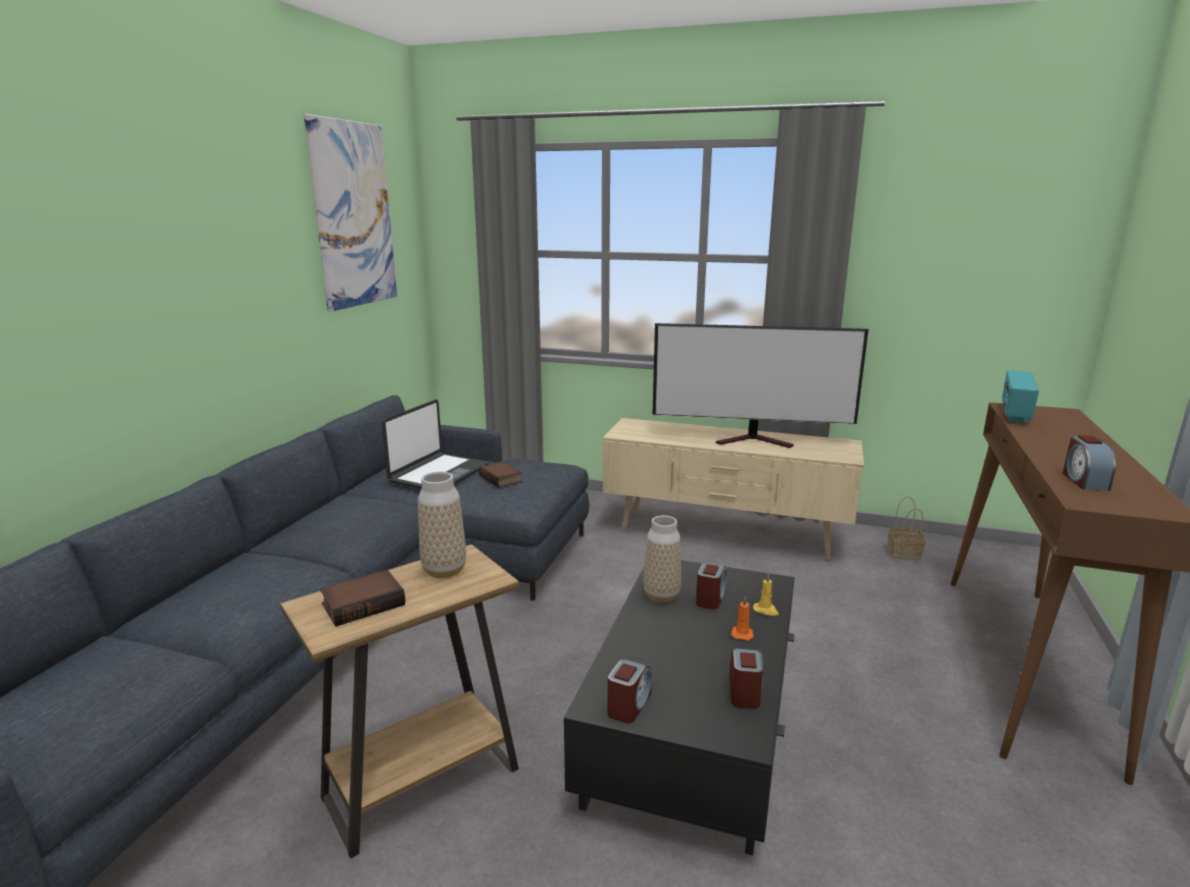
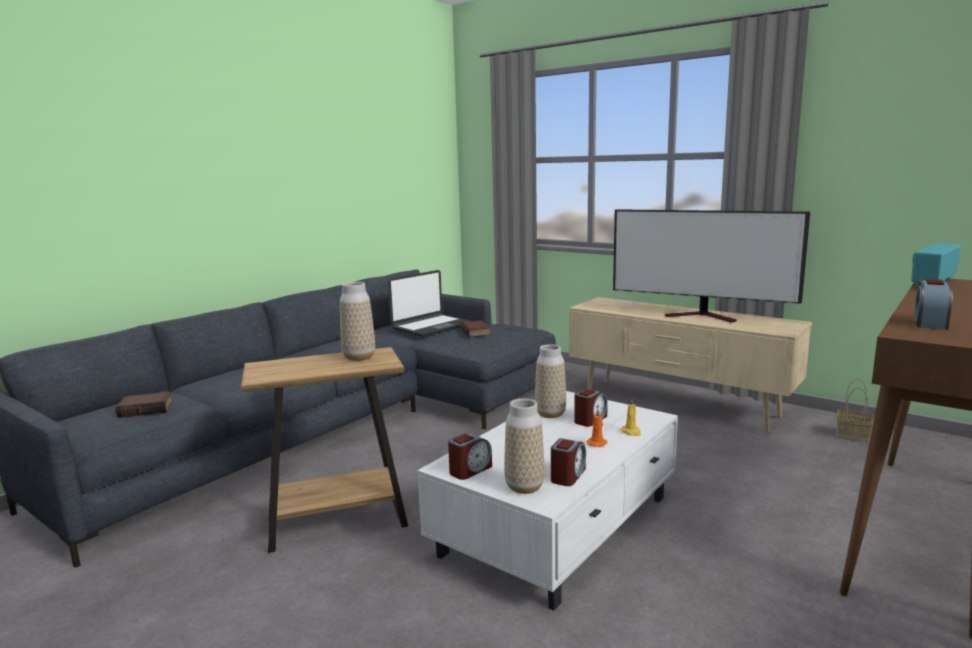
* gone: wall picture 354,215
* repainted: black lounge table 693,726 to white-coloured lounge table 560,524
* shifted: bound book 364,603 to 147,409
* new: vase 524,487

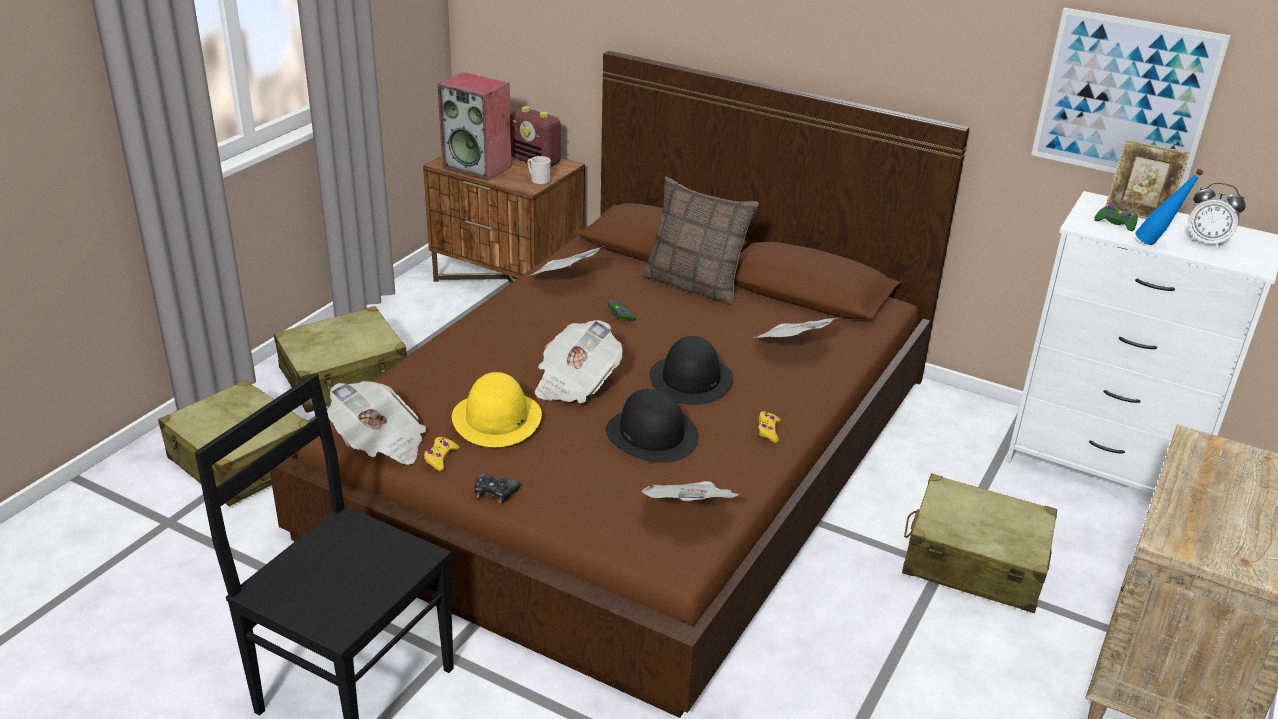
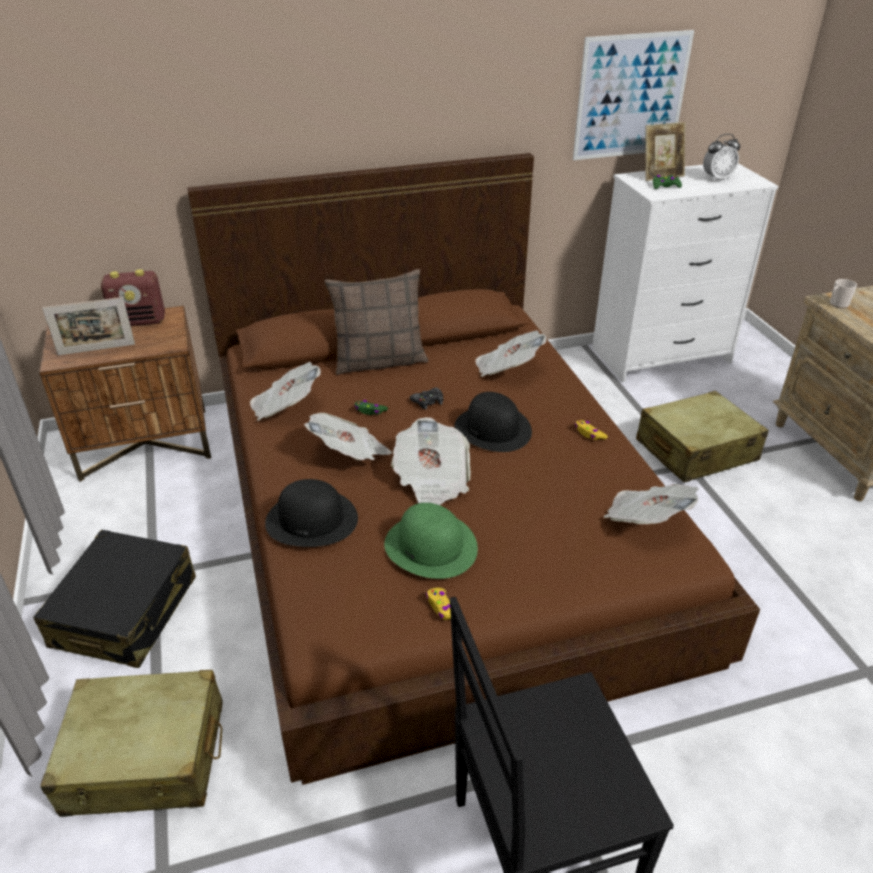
* swapped: audio speaker 478,167 to standing frame 96,349
* shifted: tea mug 538,181 to 837,304
* gone: blue beverage bottle 1156,245
* repainted: sand-coloured travel case 345,377 to black travel case 126,612
* repainted: yellow-coloured wearable hat 497,418 to greenish wearable hat 431,546
* shifted: daily paper 380,443 to 350,454
* shifted: black wearable hat 652,434 to 312,519
* shifted: black gamepad 495,492 to 428,402

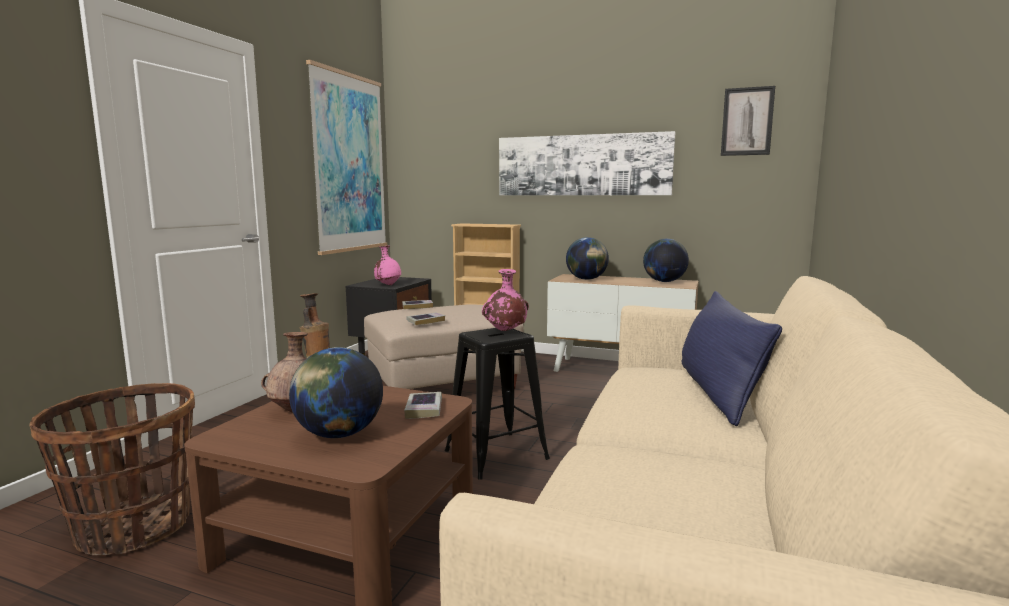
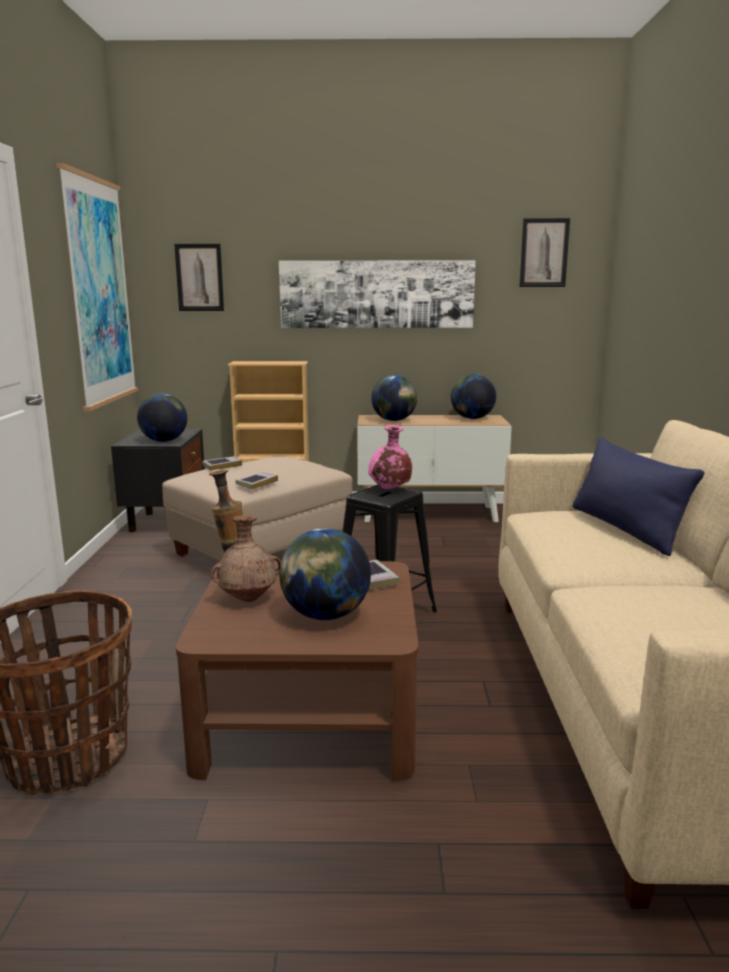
* swapped: pinkish vase 388,285 to world globe 164,441
* new: wall picture 199,277

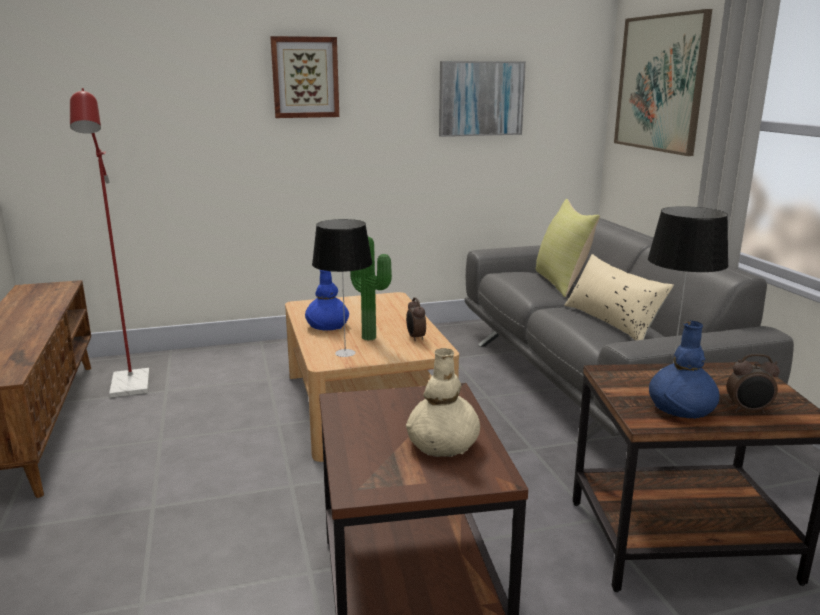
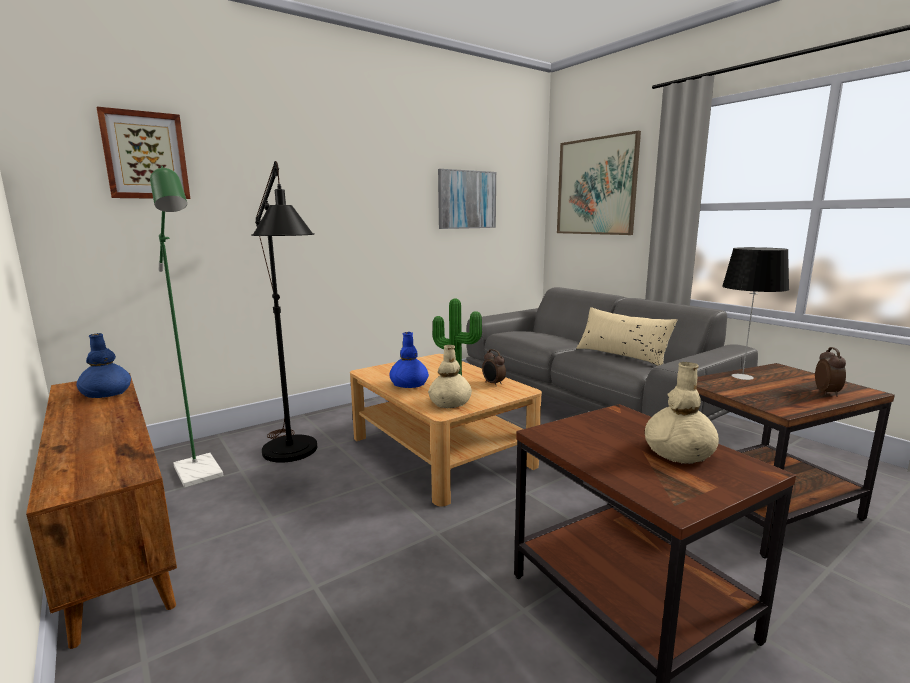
* shifted: wall picture 305,77 to 145,156
* repainted: red-coloured standard lamp 130,388 to greenish standard lamp 201,475
* gone: yellow-coloured pillow 562,283
* swapped: lamp for a table 344,353 to sand-coloured vase 450,403
* shifted: blue vase 681,408 to 106,393
* rotated: table clock 748,410 = 827,393 60 degrees counterclockwise
* new: black standard lamp 293,456

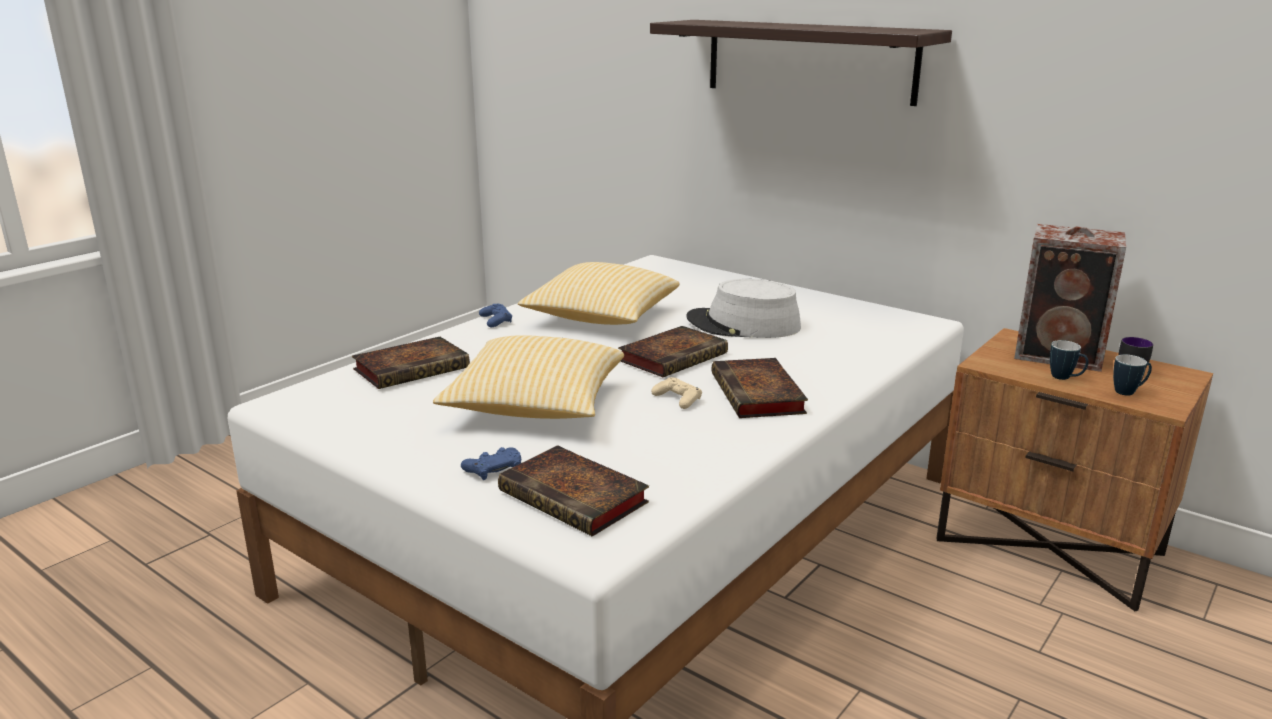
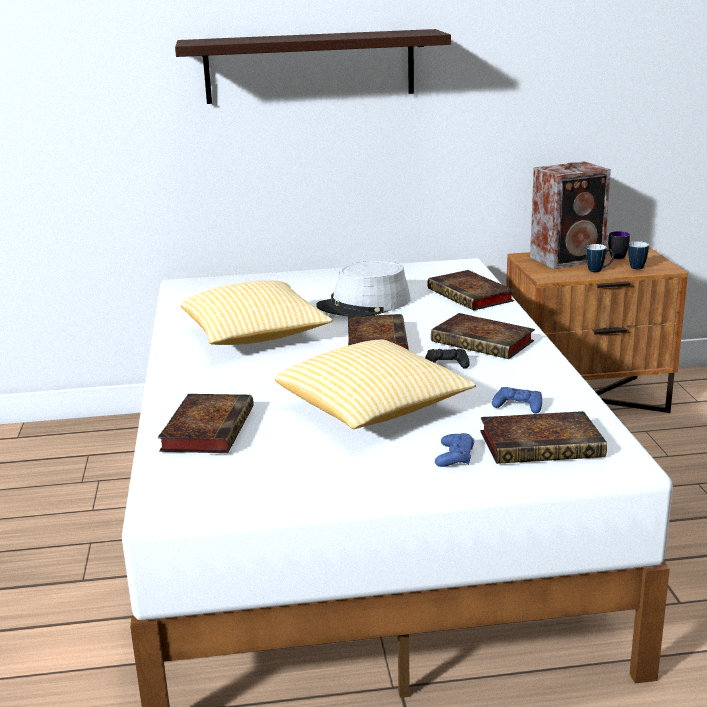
* shifted: blue gamepad 496,320 to 518,406
* repainted: sand-coloured gamepad 678,399 to black gamepad 446,364
* new: bound book 472,296

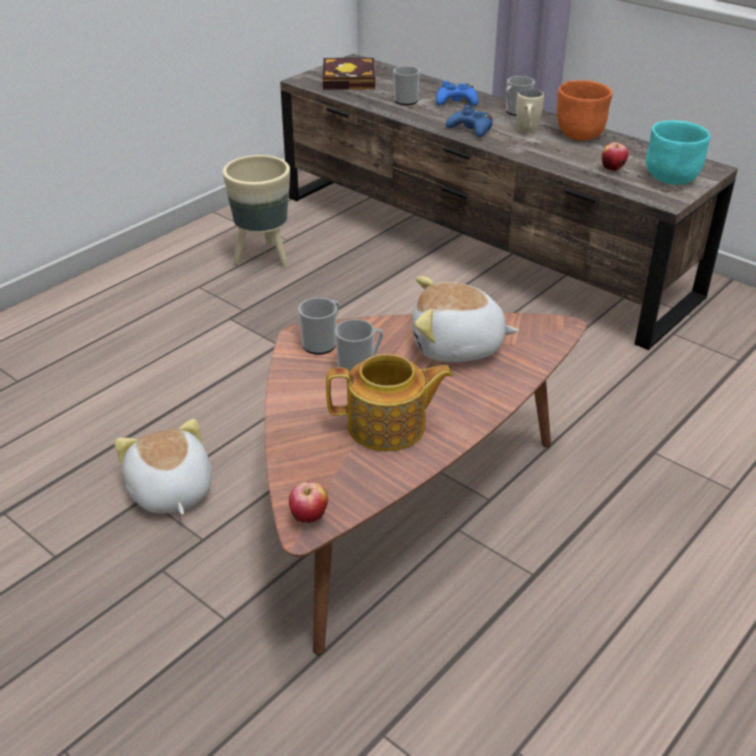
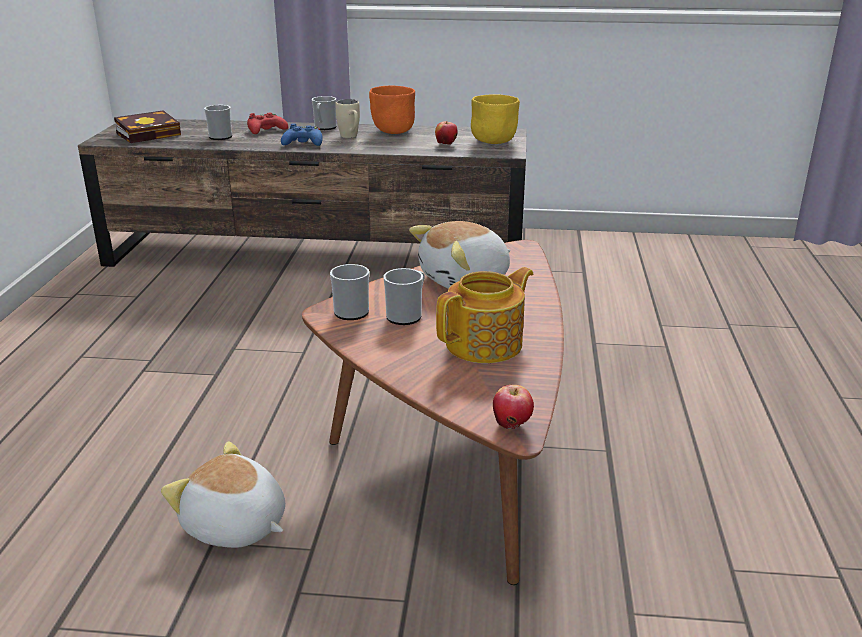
* repainted: blue gamepad 456,102 to red-coloured gamepad 266,130
* repainted: blue-green deep dish 671,180 to yellow-coloured deep dish 494,142
* gone: sand-coloured flower pot 264,258

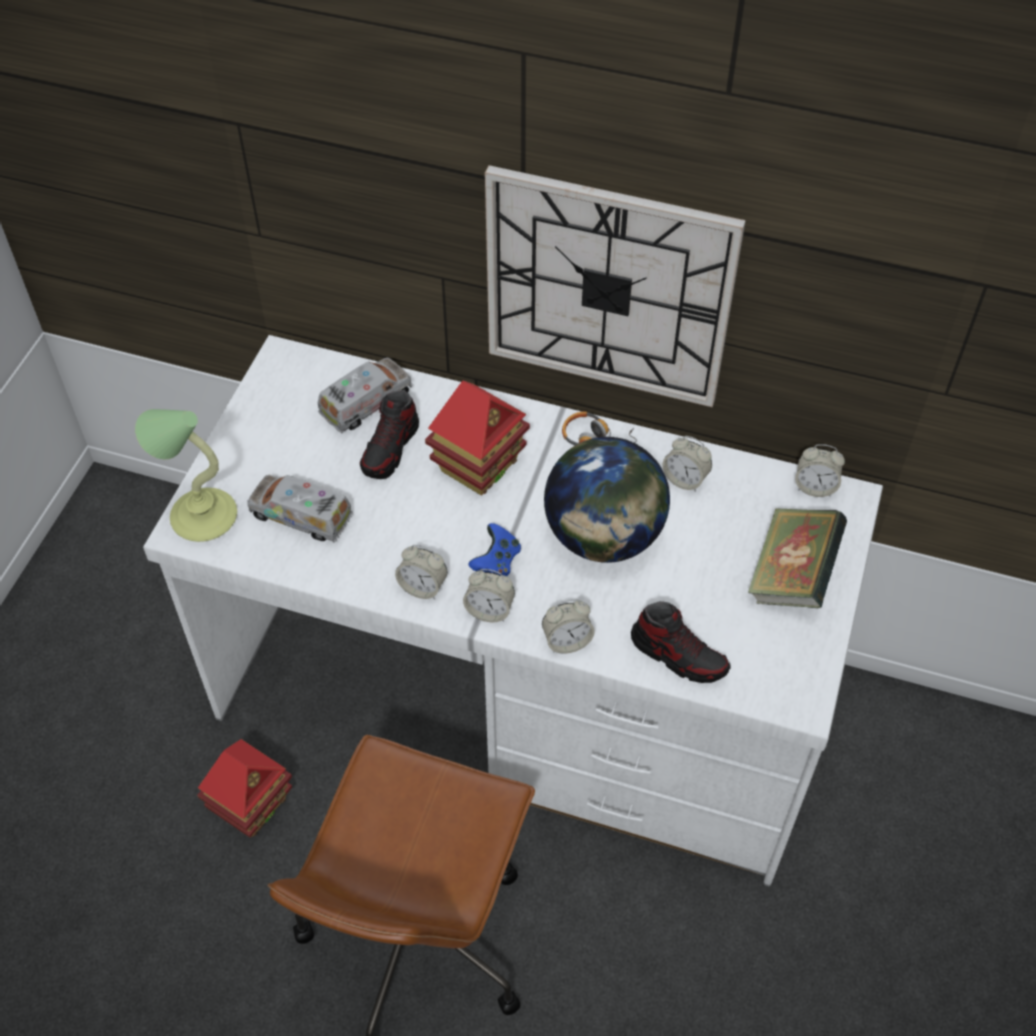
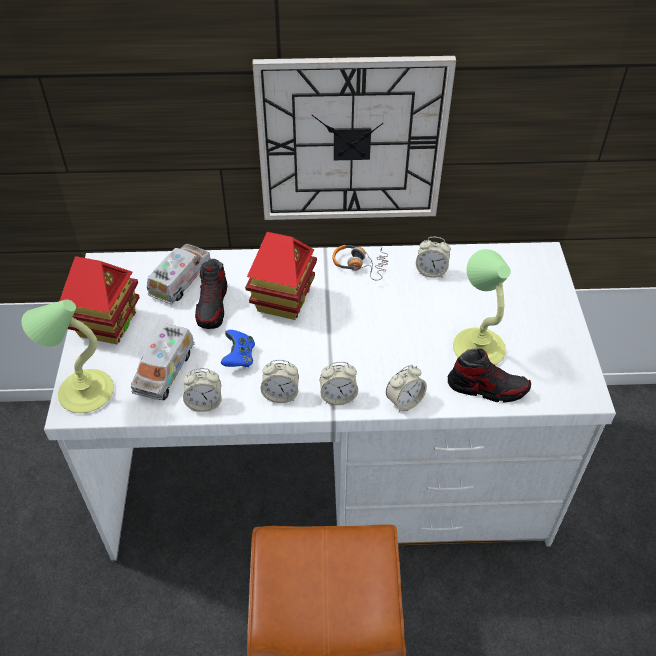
* gone: world globe 603,536
* shifted: table clock 815,487 to 204,403
* rotated: toy truck 301,516 = 165,371 75 degrees counterclockwise
* gone: bound book 791,576
* shifted: blue gamepad 496,561 to 239,357
* shifted: model house 252,805 to 108,324
* new: lamp for a table 478,347

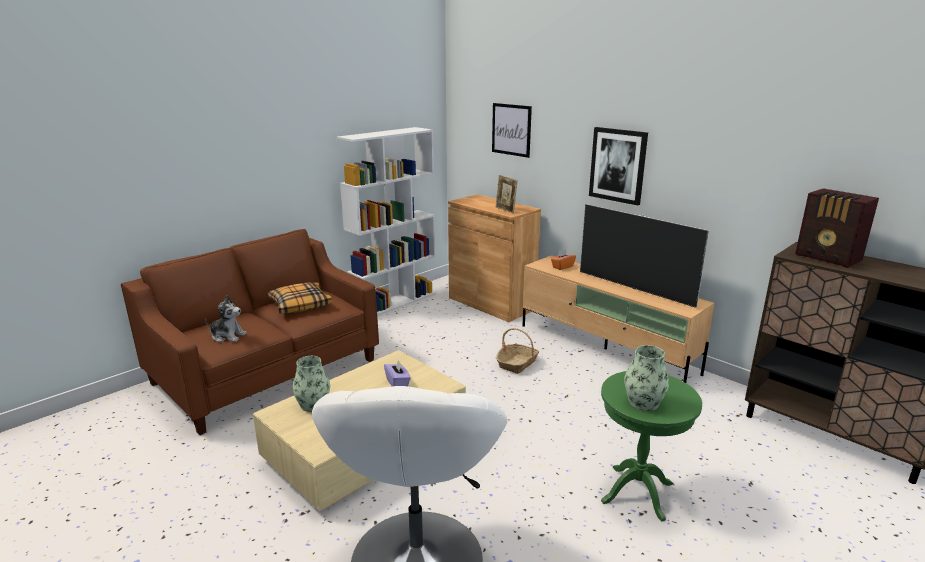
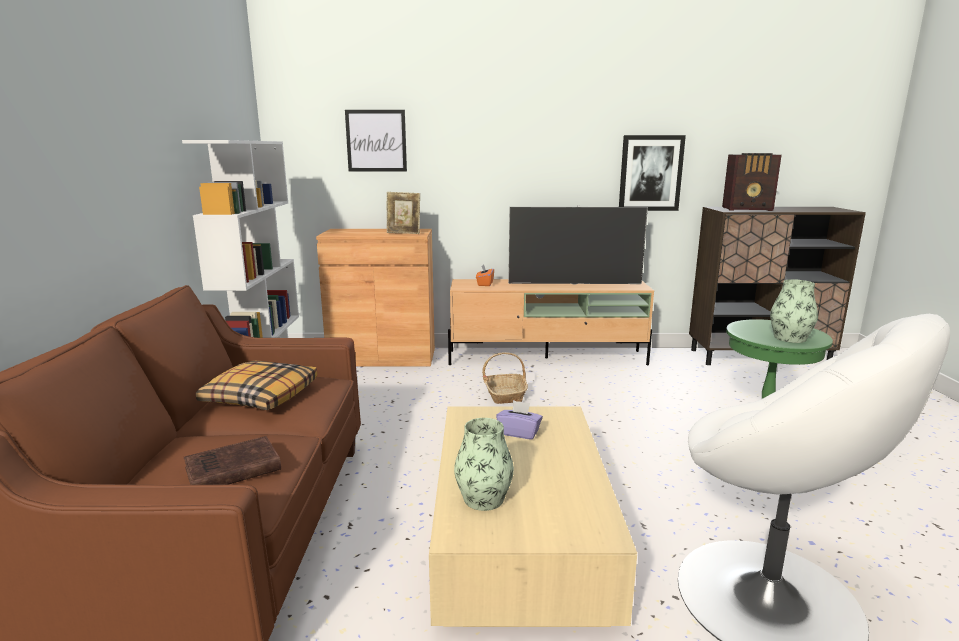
* shifted: wall picture 618,165 to 650,173
* swapped: plush toy 228,336 to brownish bound book 230,470

